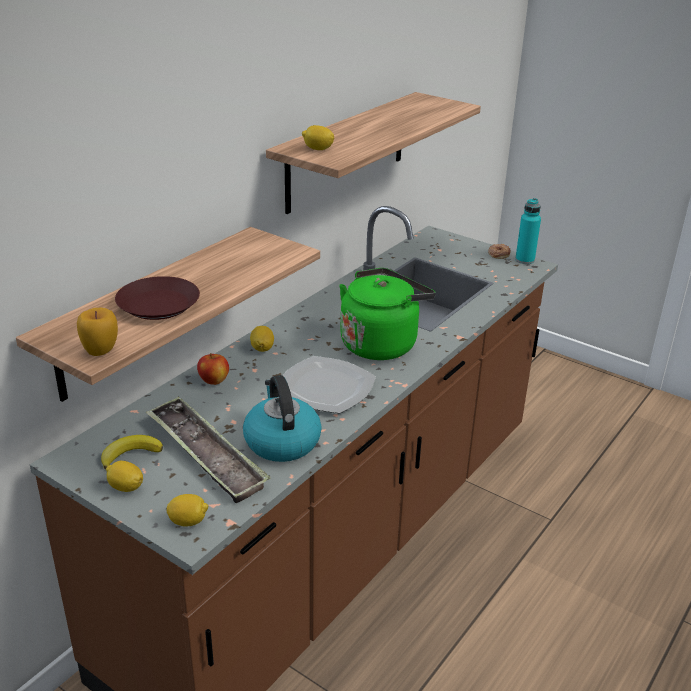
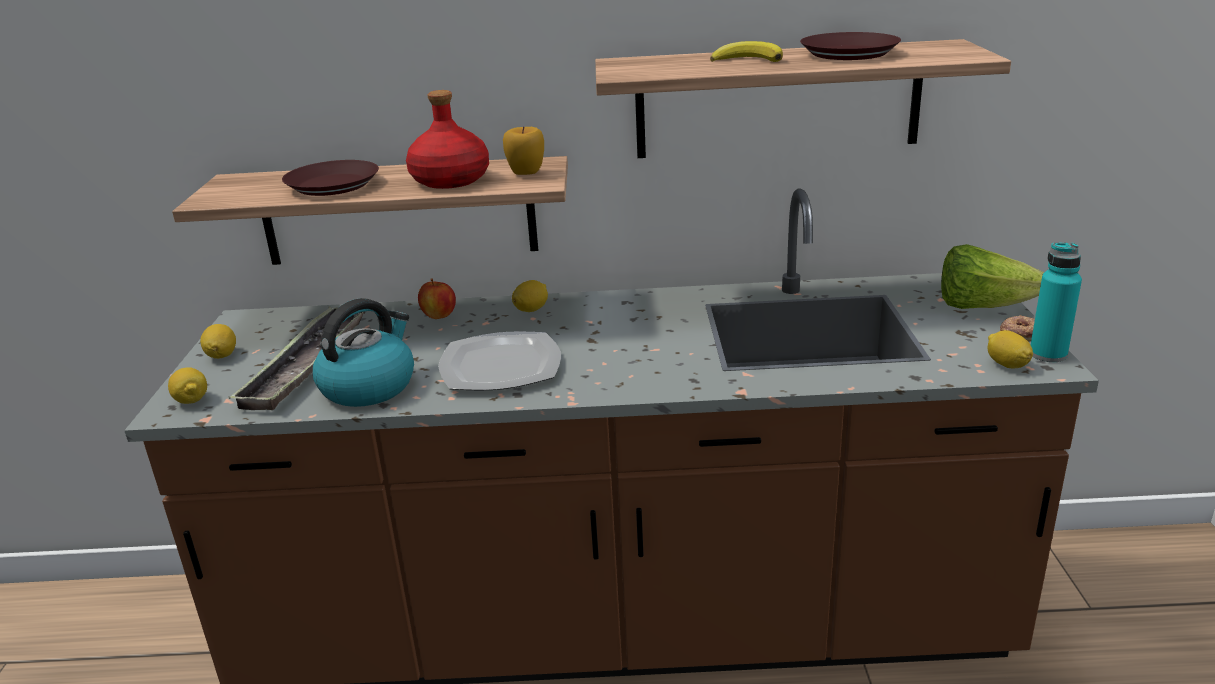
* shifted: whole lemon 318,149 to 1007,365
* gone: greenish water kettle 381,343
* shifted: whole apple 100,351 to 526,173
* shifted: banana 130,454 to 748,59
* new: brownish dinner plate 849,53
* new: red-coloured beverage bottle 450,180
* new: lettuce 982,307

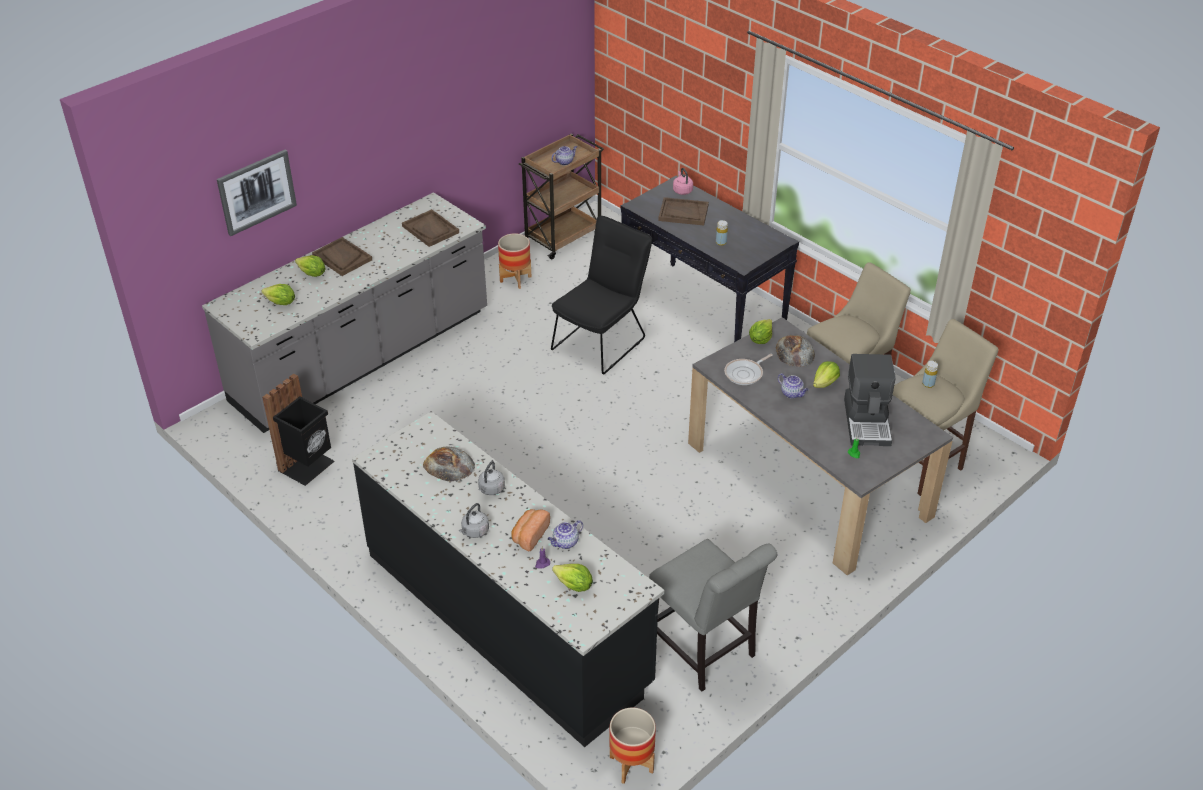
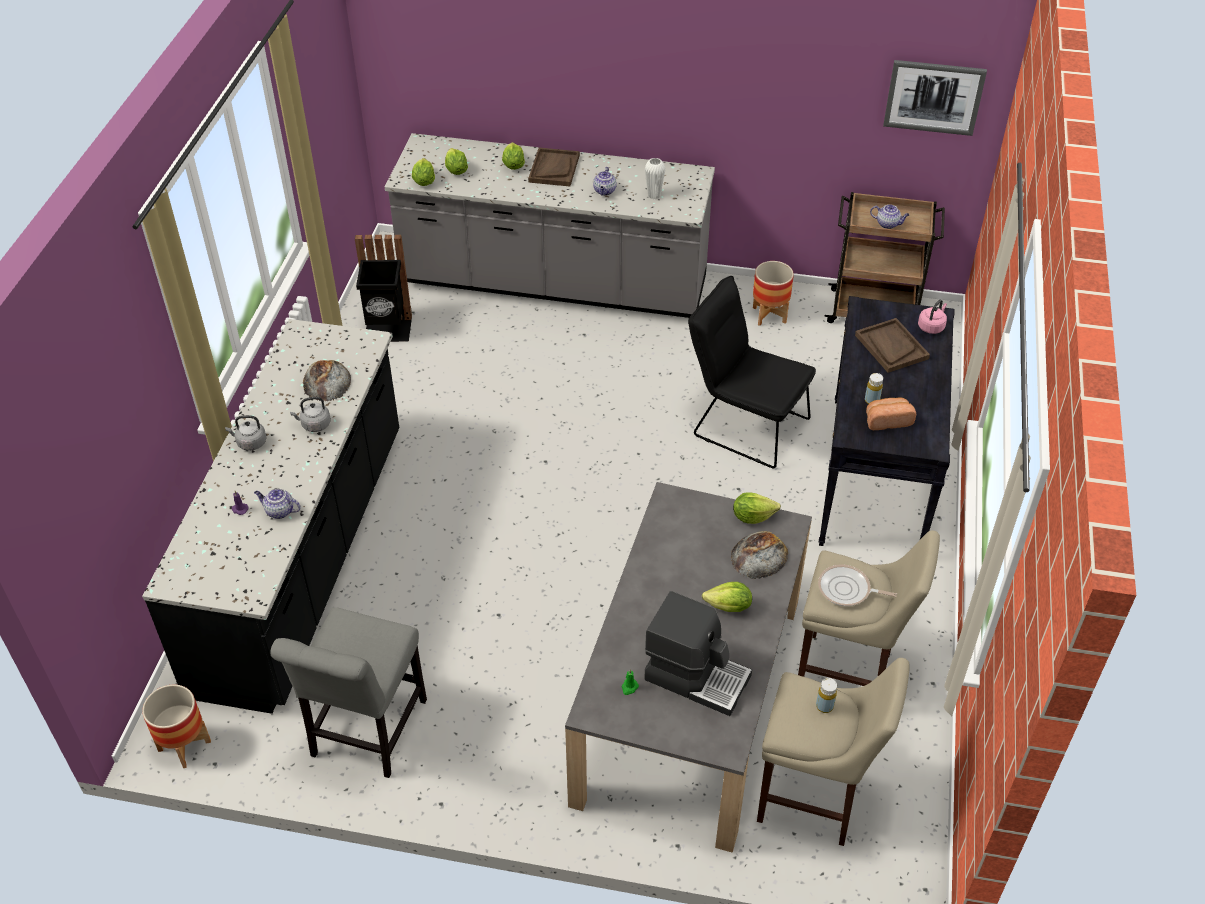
* shifted: wall picture 256,192 to 934,97
* swapped: brownish serving tray 430,229 to white-coloured vase 654,195
* rotated: black plain chair 602,340 = 744,424 150 degrees counterclockwise
* shifted: skillet 745,373 to 847,590
* rotated: coffee brewer 868,421 = 697,676 120 degrees counterclockwise
* shifted: pot for tea 792,393 to 605,191
* shifted: baked bread 529,535 to 887,420
* shifted: lettuce 574,586 to 424,181

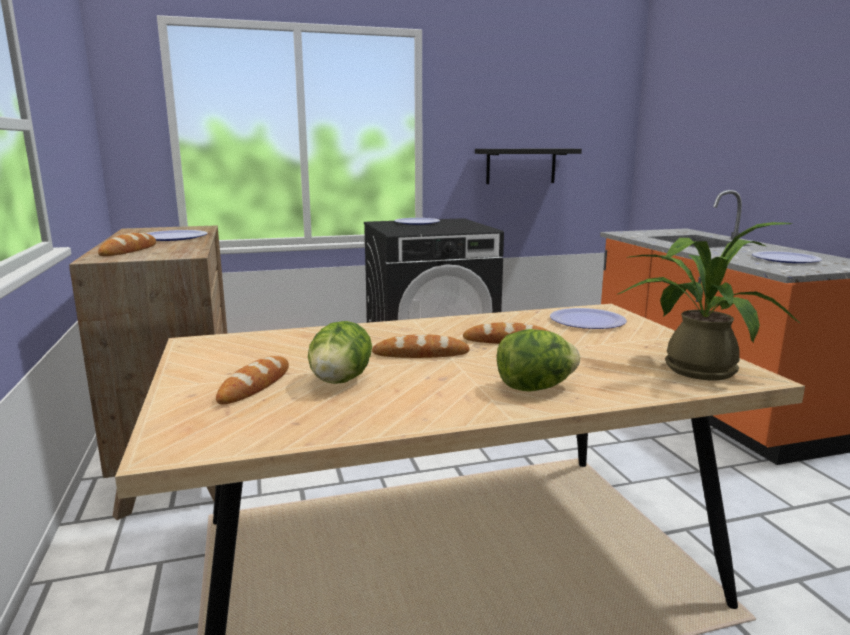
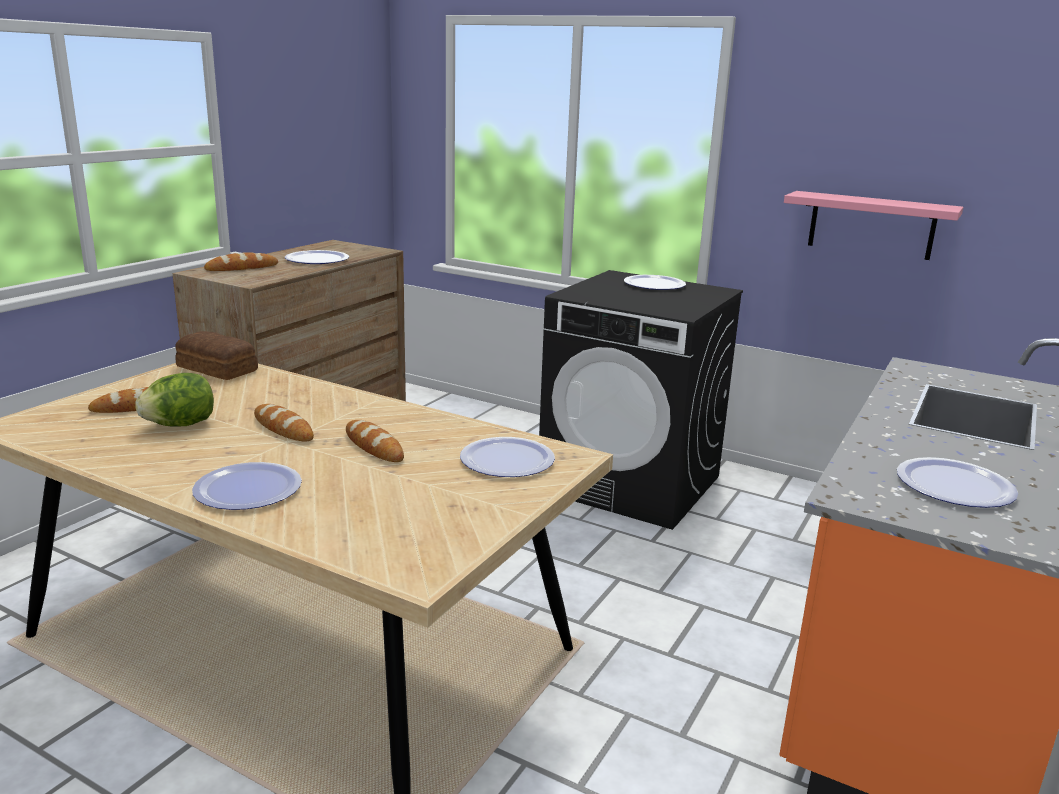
* repainted: black shelf 521,166 to pinkish shelf 871,225
* gone: plant in a pot 692,367
* swapped: lettuce 534,388 to dinner plate 248,488
* new: baked bread 217,369

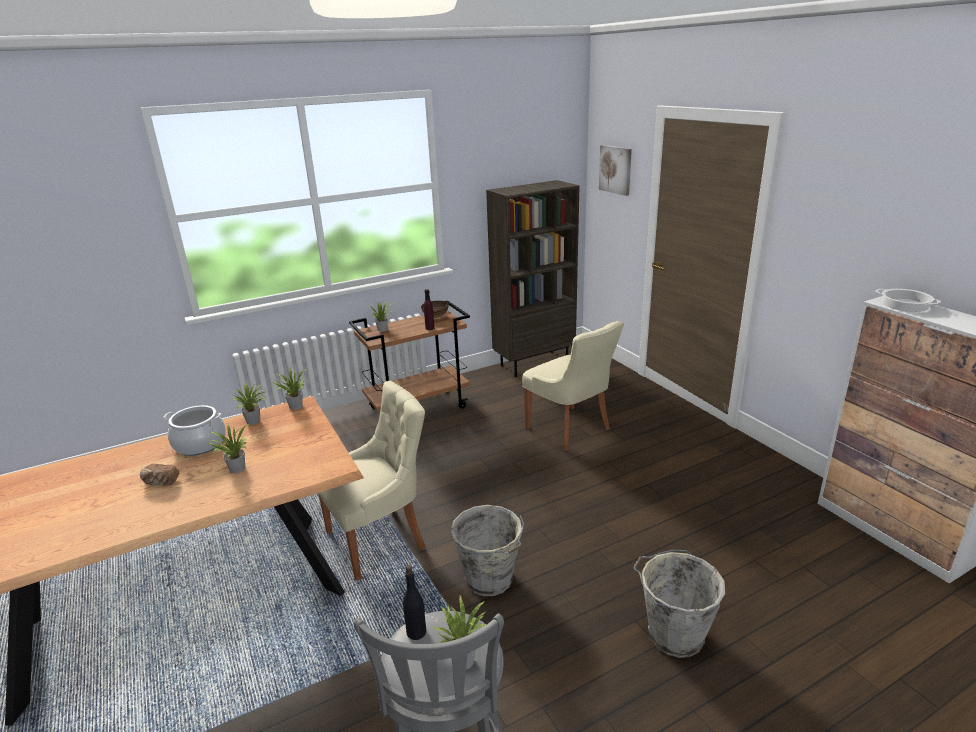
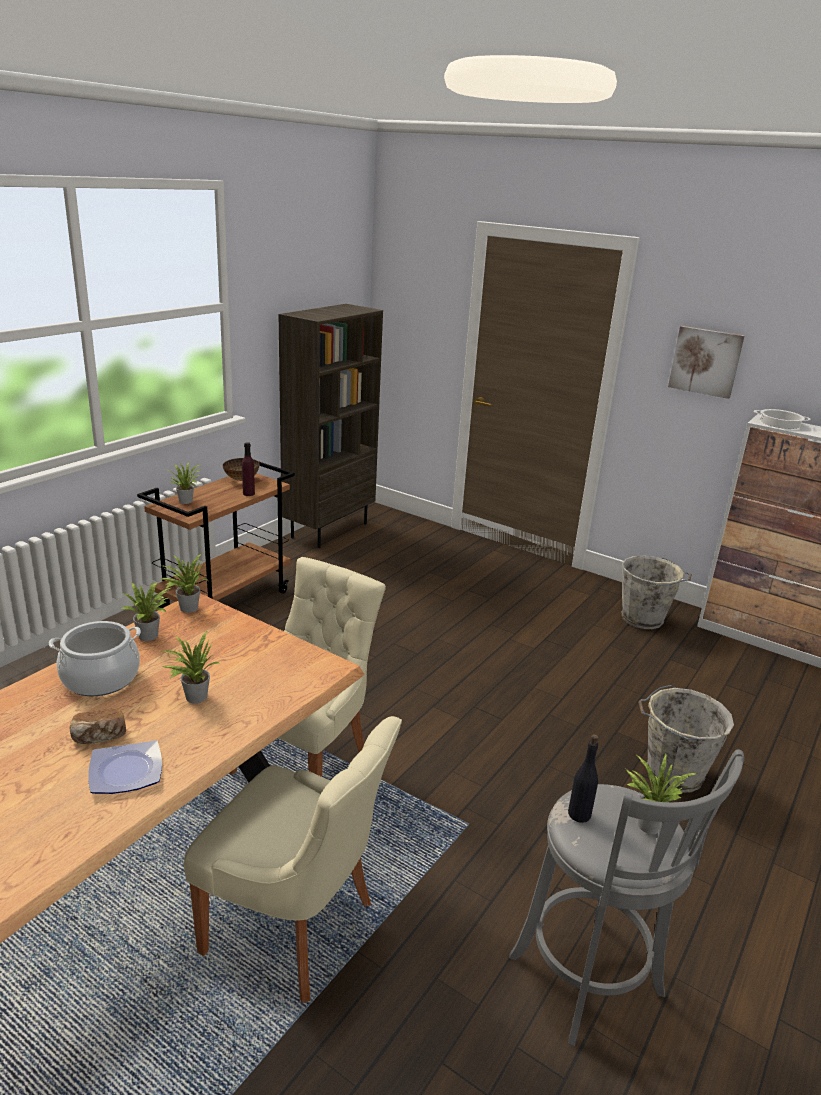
* shifted: wall picture 616,169 to 705,361
* shifted: sand-coloured plain chair 570,429 to 295,928
* shifted: greyish bucket 490,580 to 644,619
* new: dinner plate 127,771

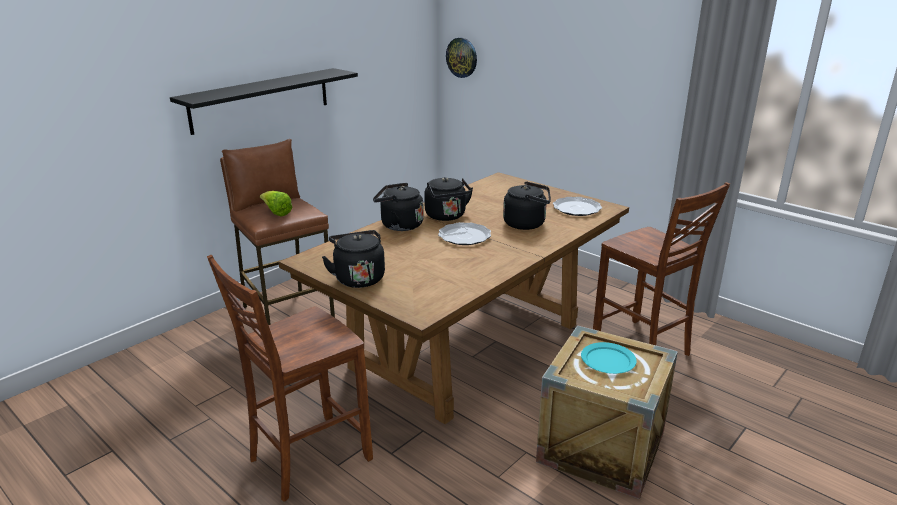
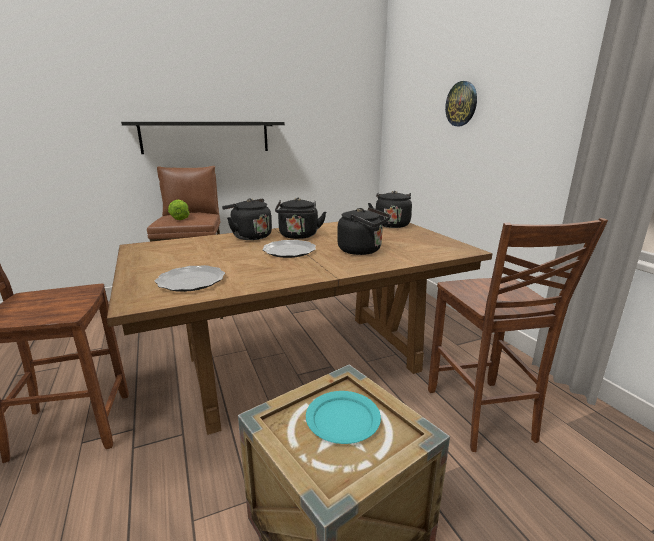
* shifted: hanging clock 462,57 to 461,104
* shifted: dinner plate 576,208 to 191,281
* shifted: black water kettle 358,278 to 391,224

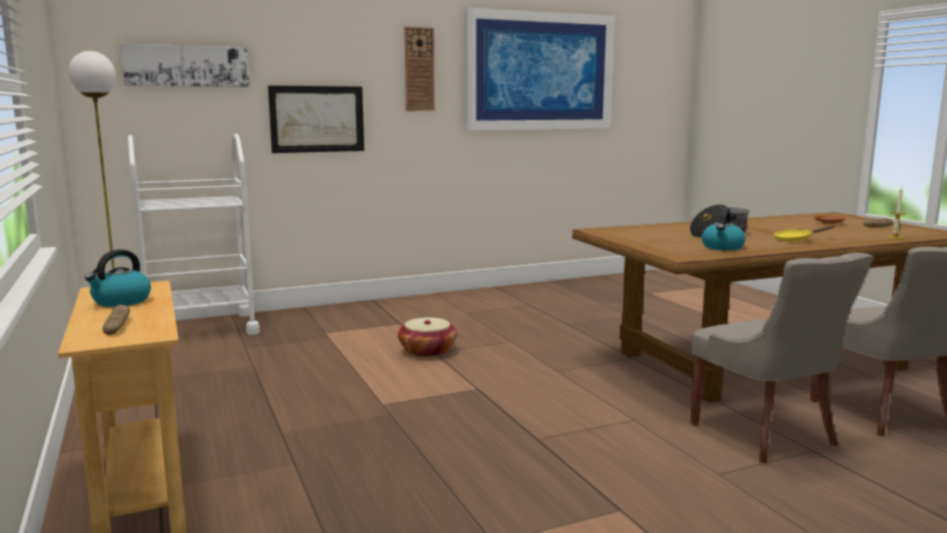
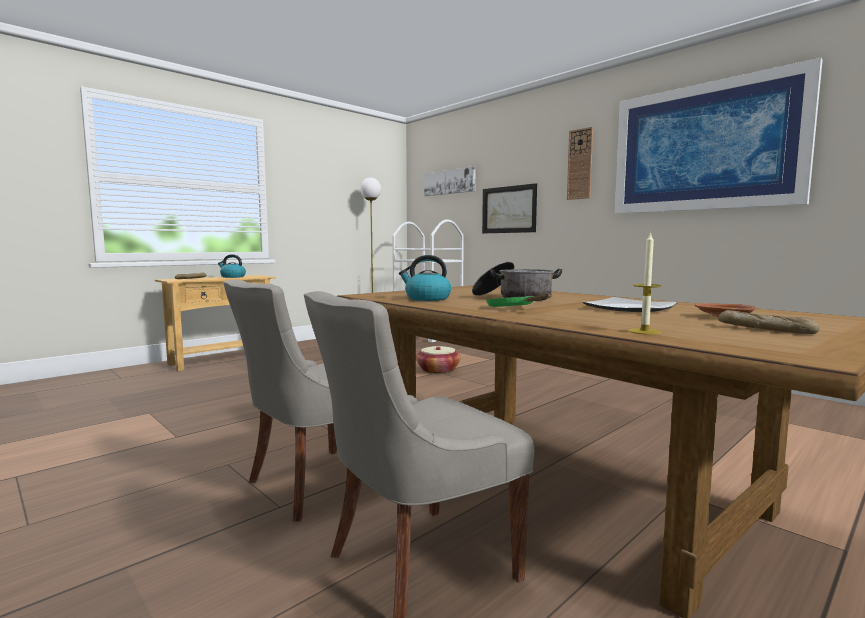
* repainted: yellow-coloured skillet 796,240 to greenish skillet 514,308
* new: dinner plate 629,308

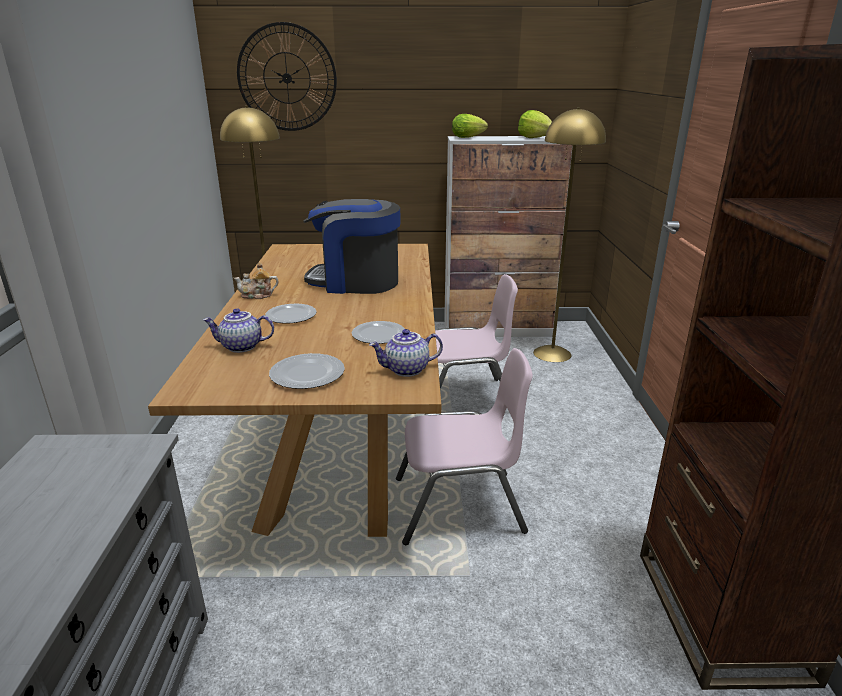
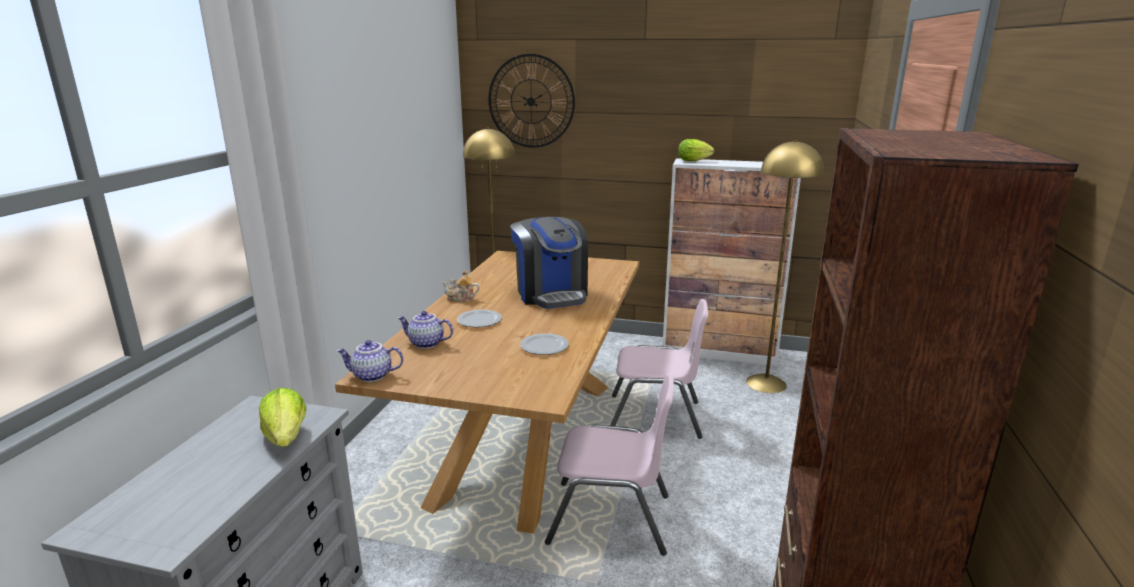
* shifted: lettuce 534,138 to 286,437
* rotated: coffee brewer 355,282 = 551,294 135 degrees counterclockwise
* shifted: pot for tea 406,370 to 371,376
* gone: dinner plate 307,373

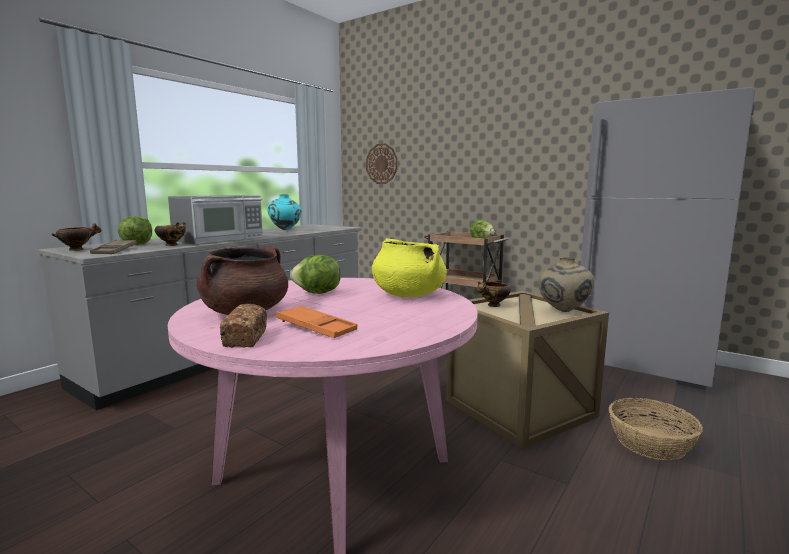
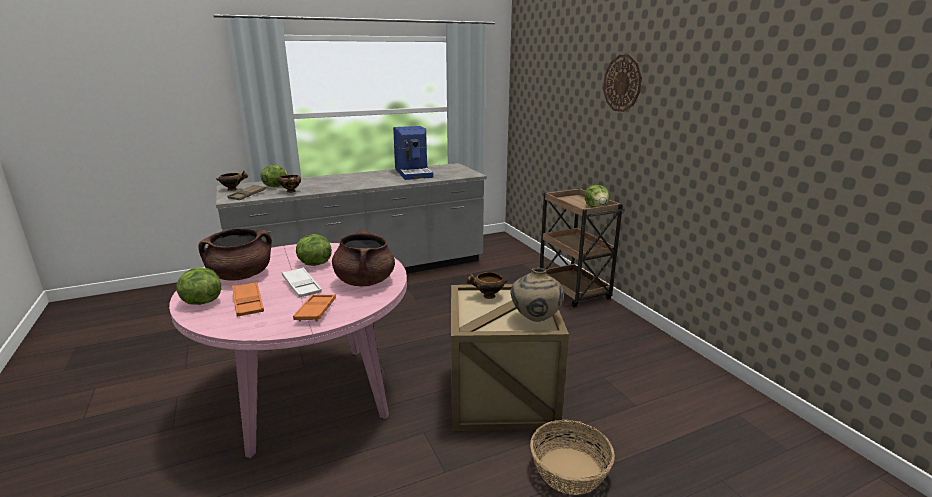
* gone: greyish kitchen fridge 643,367
* shifted: hanging clock 381,164 to 622,83
* swapped: blue-green vase 285,230 to coffee brewer 414,173
* gone: microwave 220,239
* repainted: yellow-coloured saucepot 408,295 to brownish saucepot 365,281
* swapped: baked bread 246,338 to lettuce 201,302
* new: white-coloured serving tray 301,286
* new: orange-coloured serving tray 316,311

